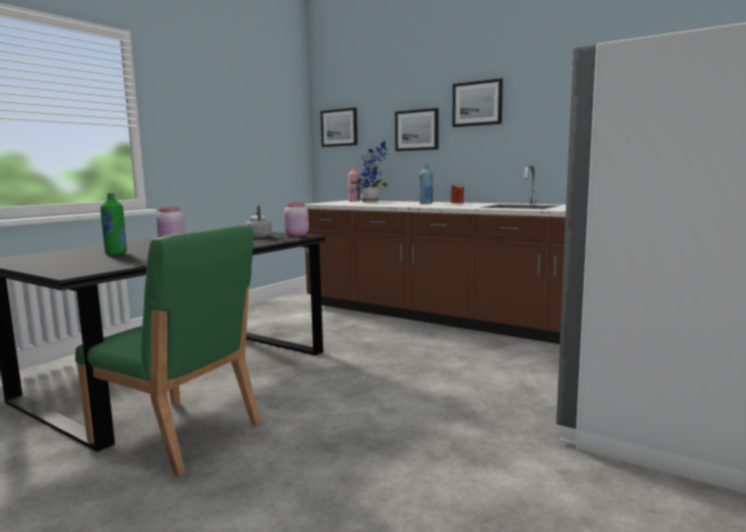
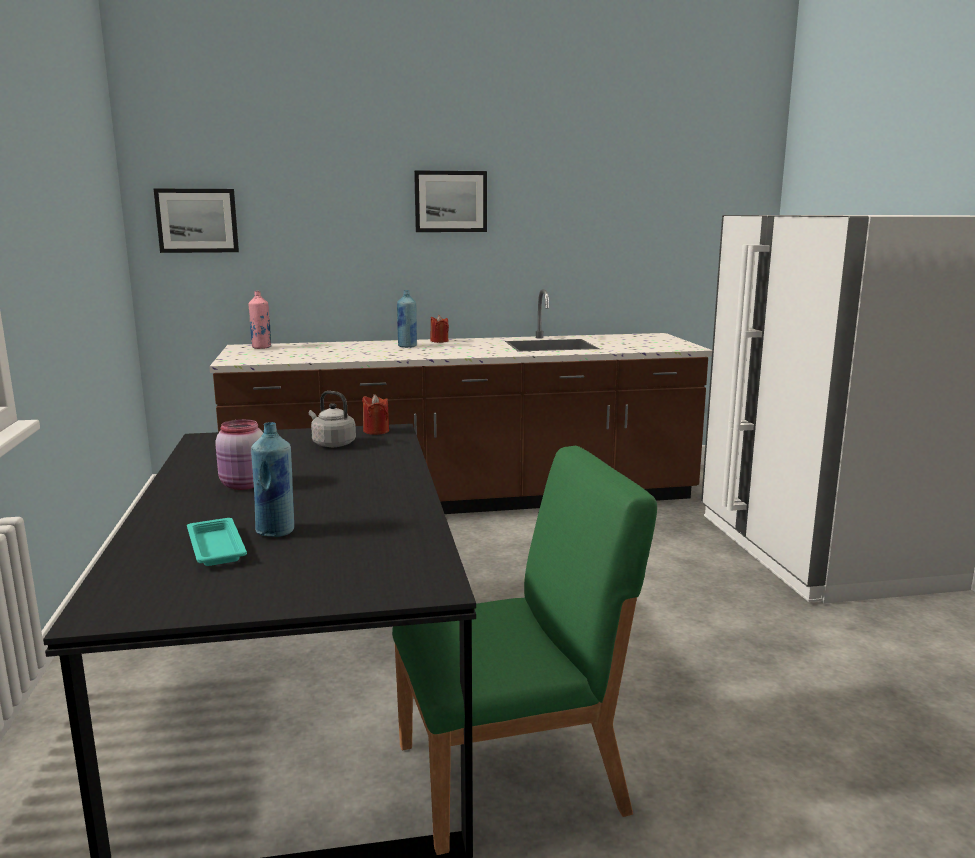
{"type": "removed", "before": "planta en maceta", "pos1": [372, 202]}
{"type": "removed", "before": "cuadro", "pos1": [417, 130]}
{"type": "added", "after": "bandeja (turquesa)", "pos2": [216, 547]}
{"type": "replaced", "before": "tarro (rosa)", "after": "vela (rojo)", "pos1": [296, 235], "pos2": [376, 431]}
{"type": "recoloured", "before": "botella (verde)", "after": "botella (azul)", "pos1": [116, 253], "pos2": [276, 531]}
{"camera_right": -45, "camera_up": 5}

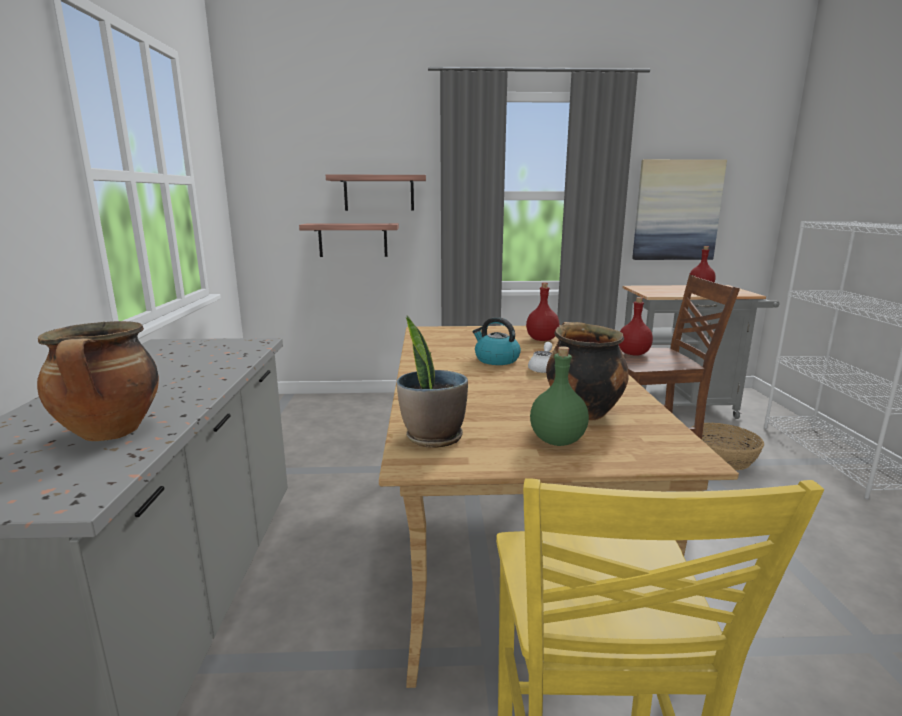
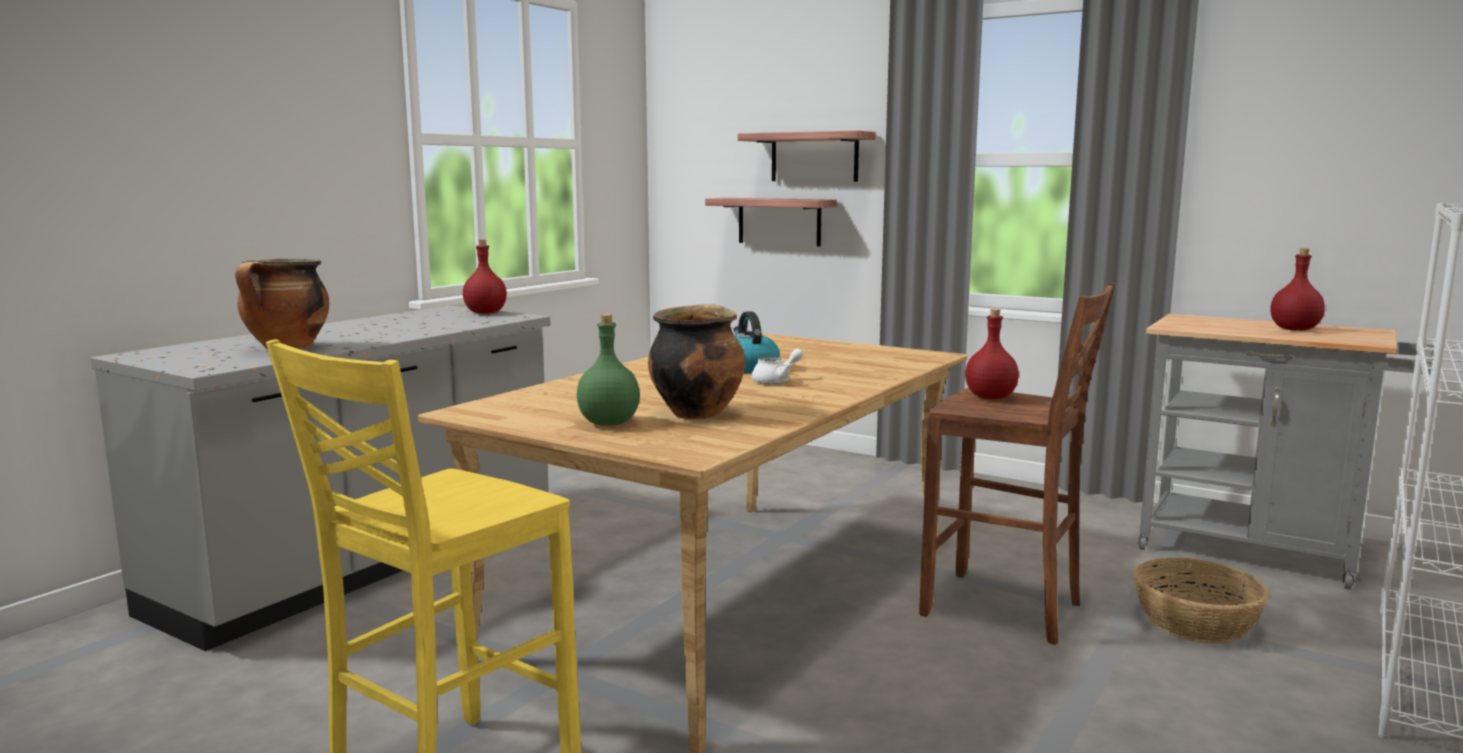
{"type": "removed", "before": "planta en maceta", "pos1": [432, 437]}
{"type": "removed", "before": "cuadro", "pos1": [677, 210]}
{"type": "moved", "before": "botella (rojo)", "pos1": [542, 339], "pos2": [486, 313]}
{"camera_right": 35, "camera_up": -5}

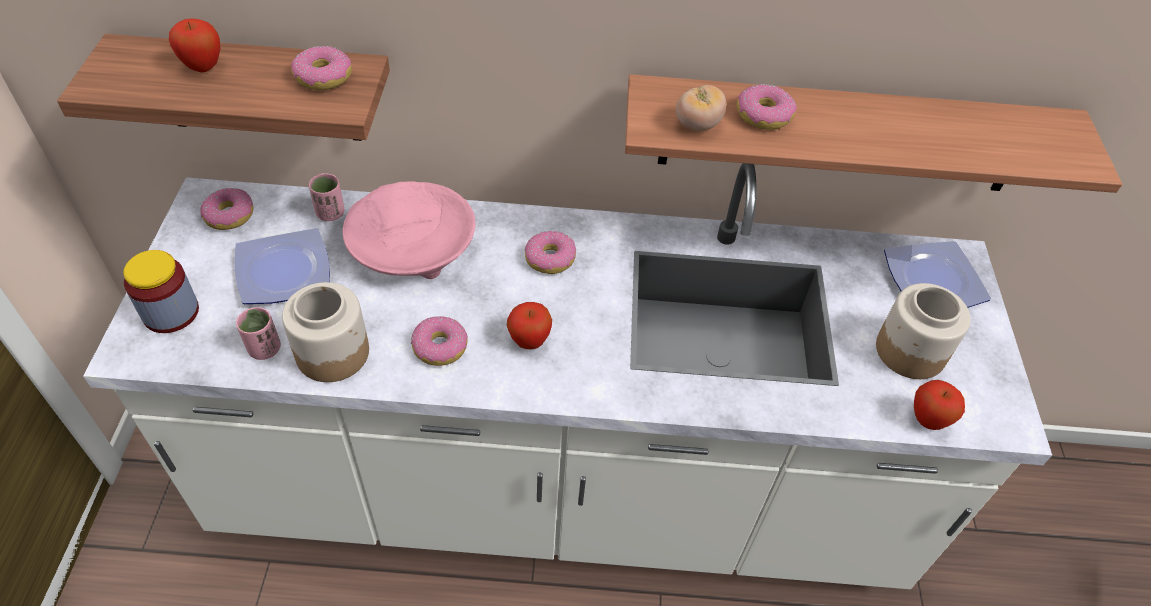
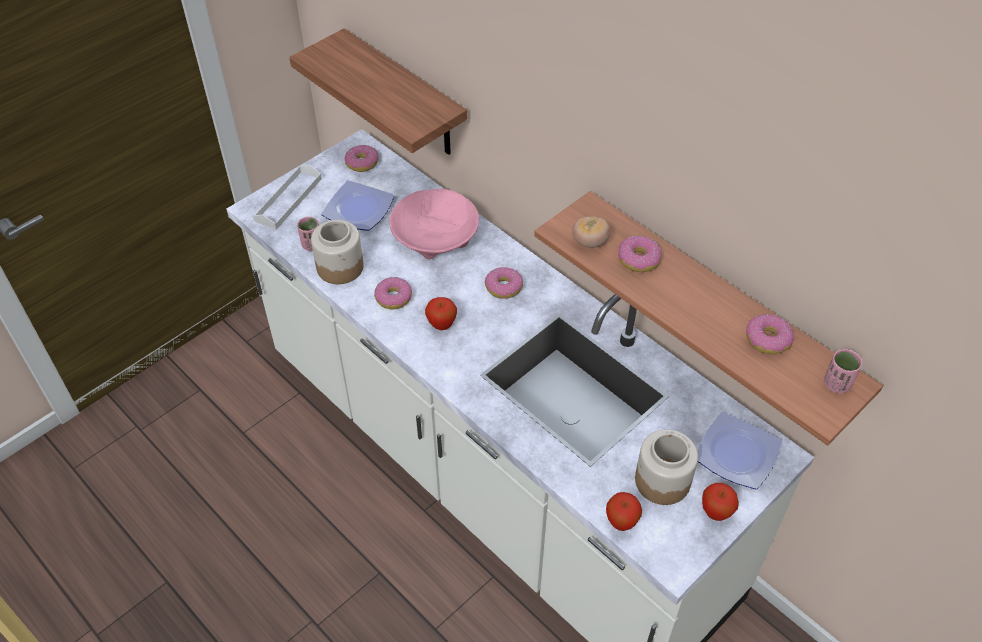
{"type": "moved", "before": "manzana", "pos1": [203, 67], "pos2": [716, 512]}
{"type": "moved", "before": "rosquilla", "pos1": [323, 77], "pos2": [767, 339]}
{"type": "moved", "before": "taza (rosa)", "pos1": [330, 213], "pos2": [837, 384]}
{"type": "replaced", "before": "tarro", "after": "bandeja (blanco)", "pos1": [171, 312], "pos2": [288, 200]}
{"camera_right": 45, "camera_up": 0}

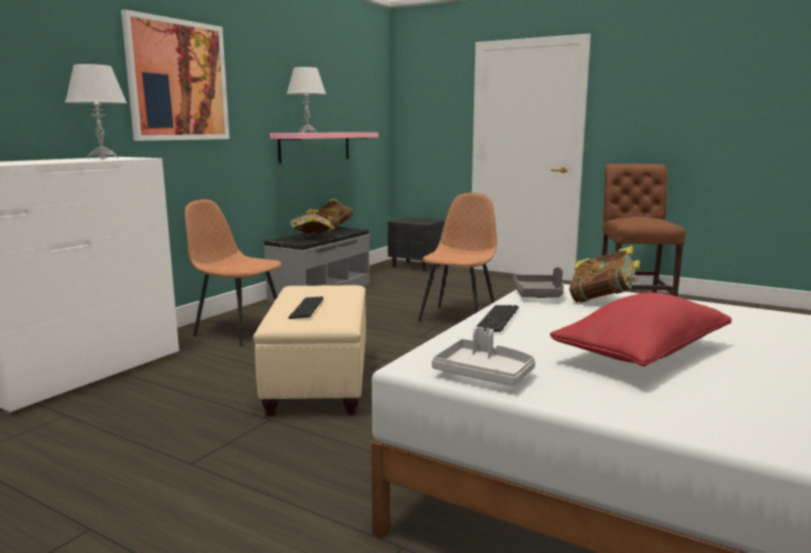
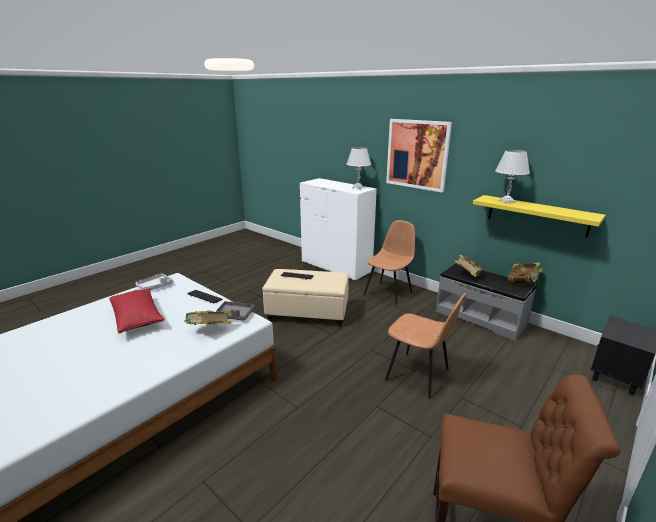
{"type": "recoloured", "before": "estante (rosa)", "after": "estante (amarillo)", "pos1": [315, 146], "pos2": [537, 215]}
{"camera_right": 100, "camera_up": 10}

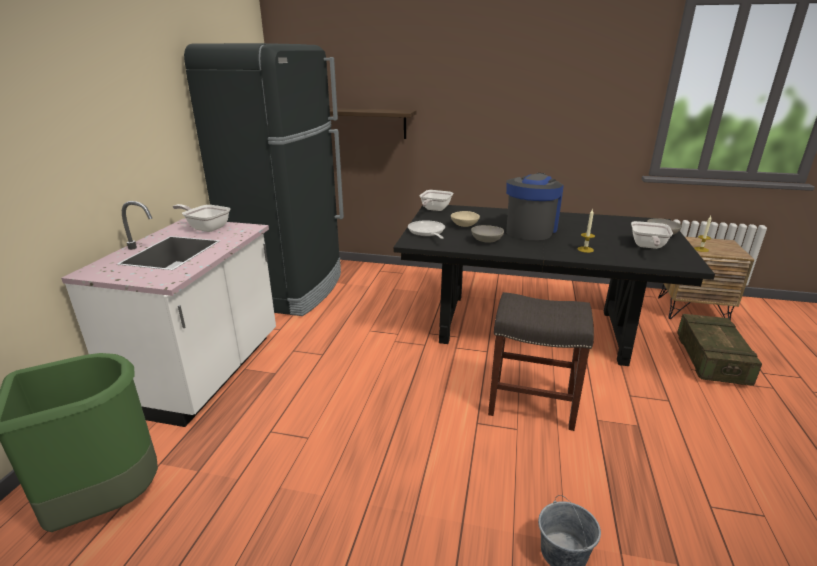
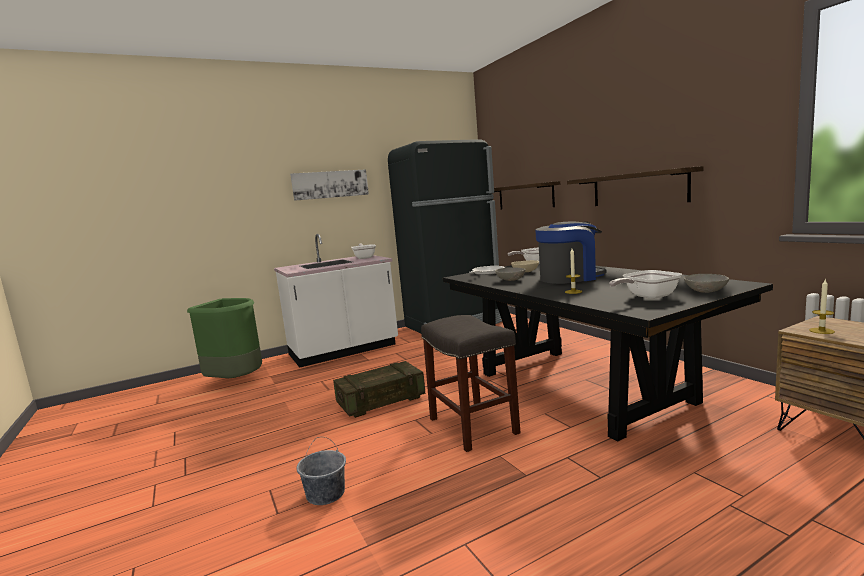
{"type": "added", "after": "cuadro", "pos2": [330, 184]}
{"type": "added", "after": "estante", "pos2": [638, 188]}
{"type": "moved", "before": "caja de embalaje", "pos1": [711, 360], "pos2": [381, 401]}
{"camera_right": 50, "camera_up": -15}

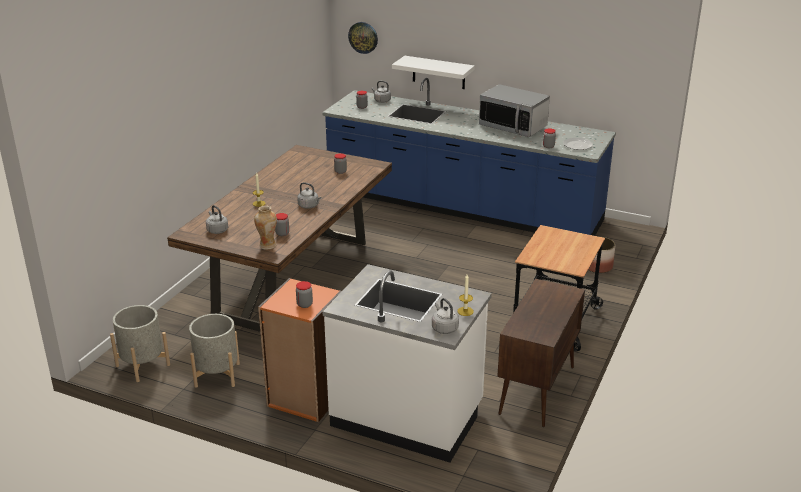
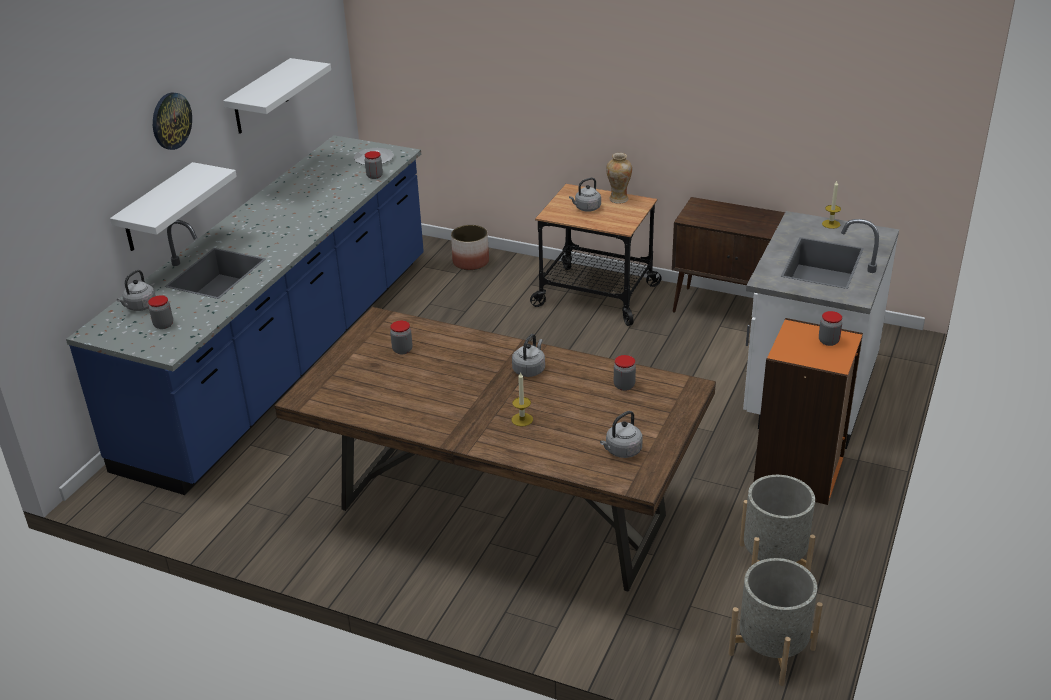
{"type": "removed", "before": "microondas", "pos1": [513, 127]}
{"type": "added", "after": "estante (blanco)", "pos2": [260, 97]}
{"type": "moved", "before": "florero", "pos1": [267, 245], "pos2": [618, 199]}
{"type": "moved", "before": "reloj de pared", "pos1": [363, 37], "pos2": [171, 121]}
{"type": "moved", "before": "hervidor (gris)", "pos1": [444, 328], "pos2": [586, 208]}
{"camera_right": -90, "camera_up": 5}

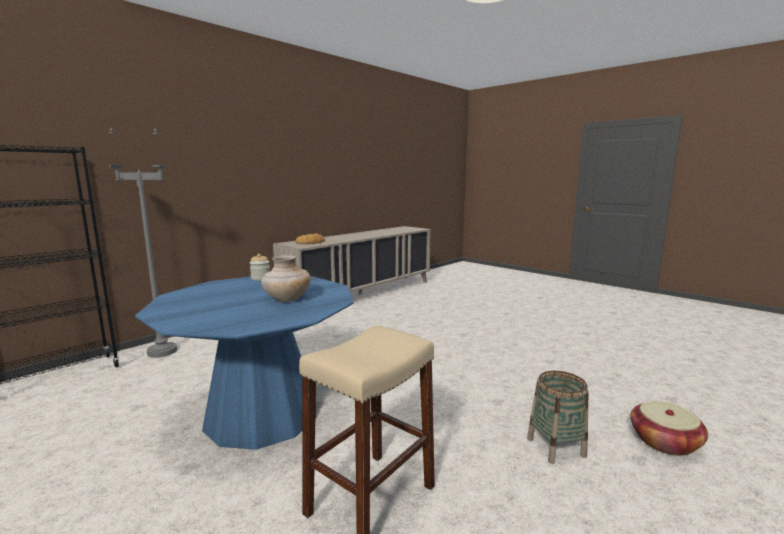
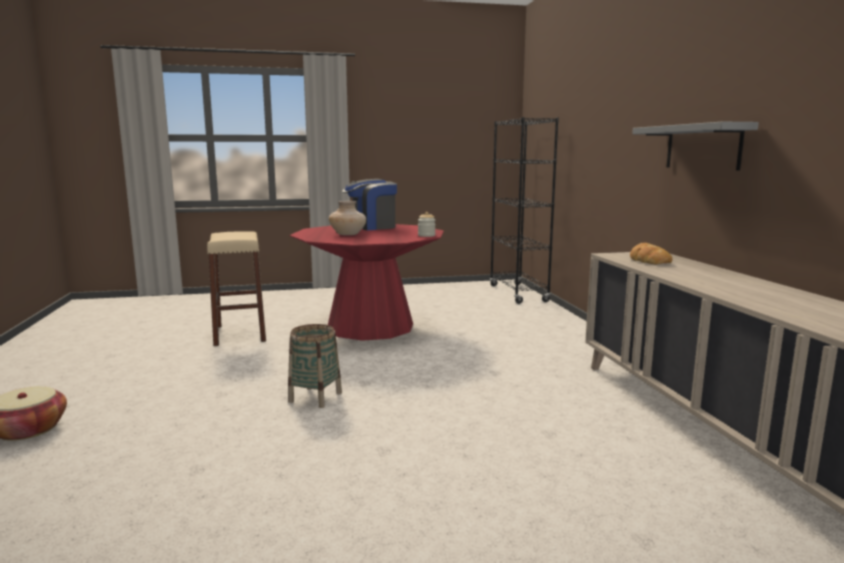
{"type": "removed", "before": "lámpara de pie (gris)", "pos1": [162, 352]}
{"type": "added", "after": "cafetera", "pos2": [370, 227]}
{"type": "added", "after": "estante (gris)", "pos2": [702, 147]}
{"type": "moved", "before": "cesta", "pos1": [556, 447], "pos2": [315, 397]}
{"type": "recoloured", "before": "mesa de comedor (azul)", "after": "mesa de comedor (rojo)", "pos1": [262, 414], "pos2": [370, 326]}
{"camera_right": 125, "camera_up": 0}

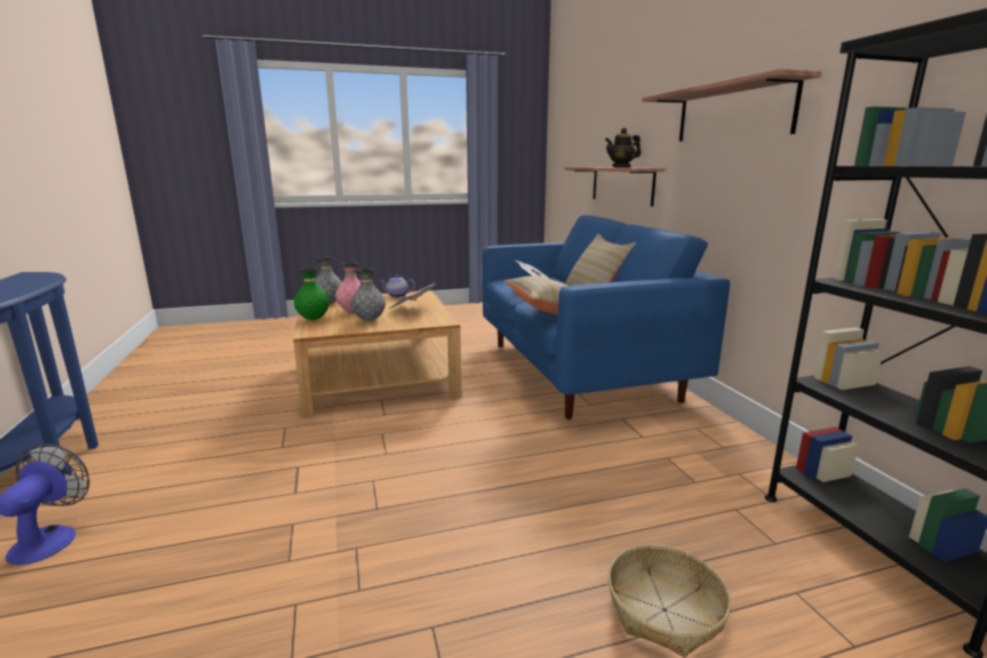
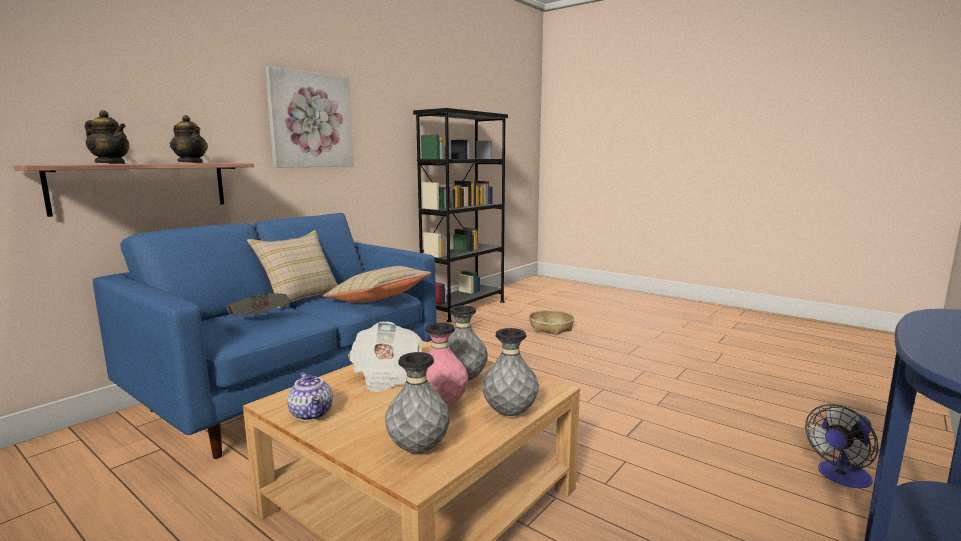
{"type": "added", "after": "tetera", "pos2": [111, 164]}
{"type": "replaced", "before": "estante", "after": "cuadro", "pos1": [732, 113], "pos2": [310, 120]}
{"type": "recoloured", "before": "florero (verde)", "after": "florero (gris)", "pos1": [313, 319], "pos2": [510, 413]}
{"camera_right": -125, "camera_up": -5}

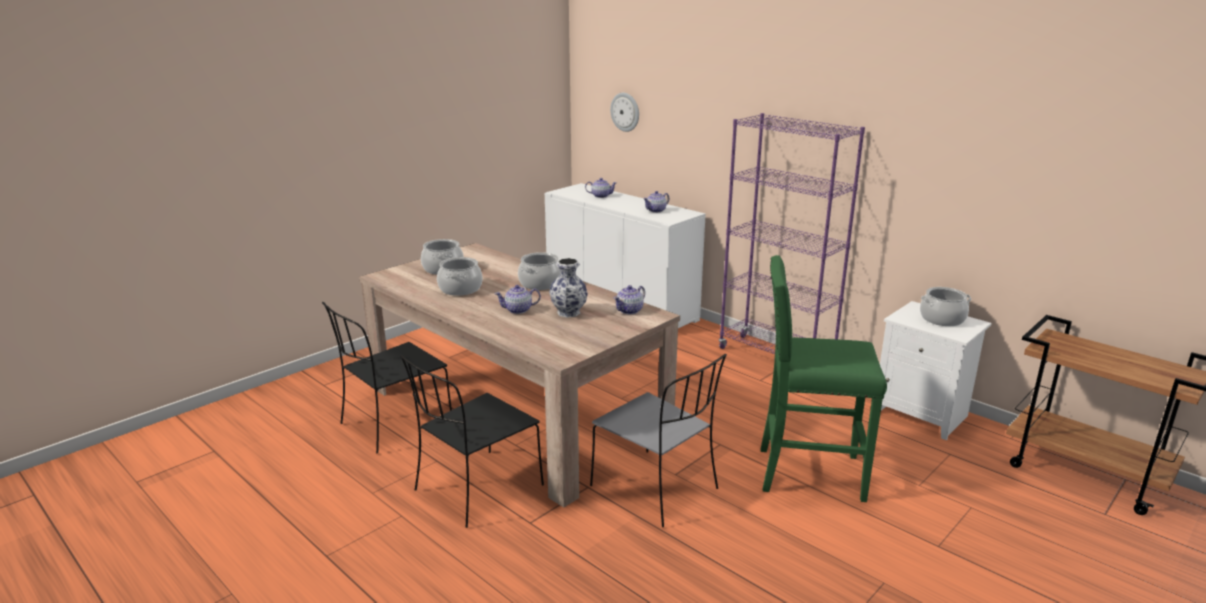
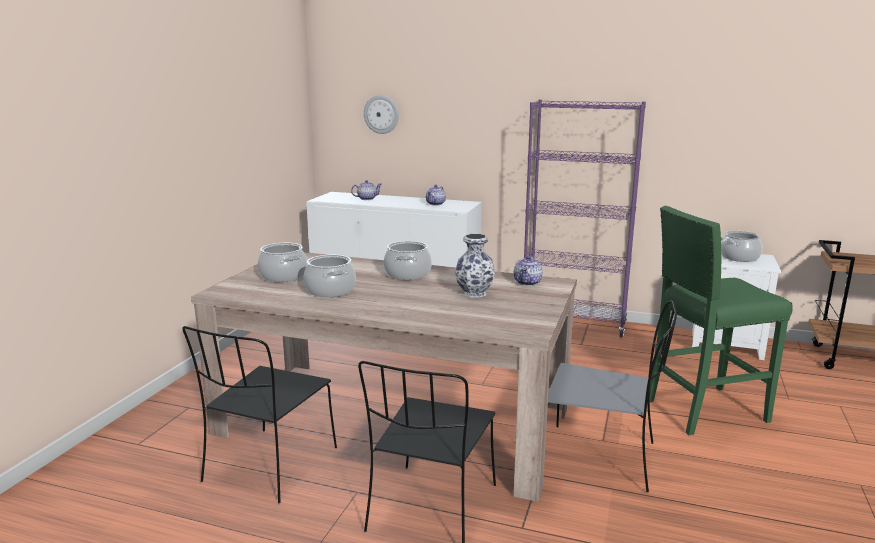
{"type": "removed", "before": "tetera", "pos1": [518, 310]}
{"camera_right": -25, "camera_up": -5}

